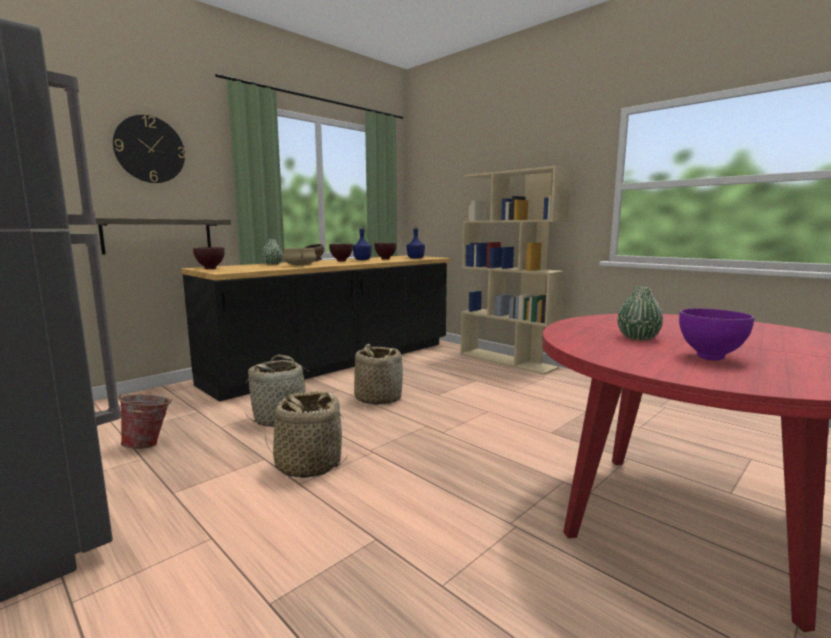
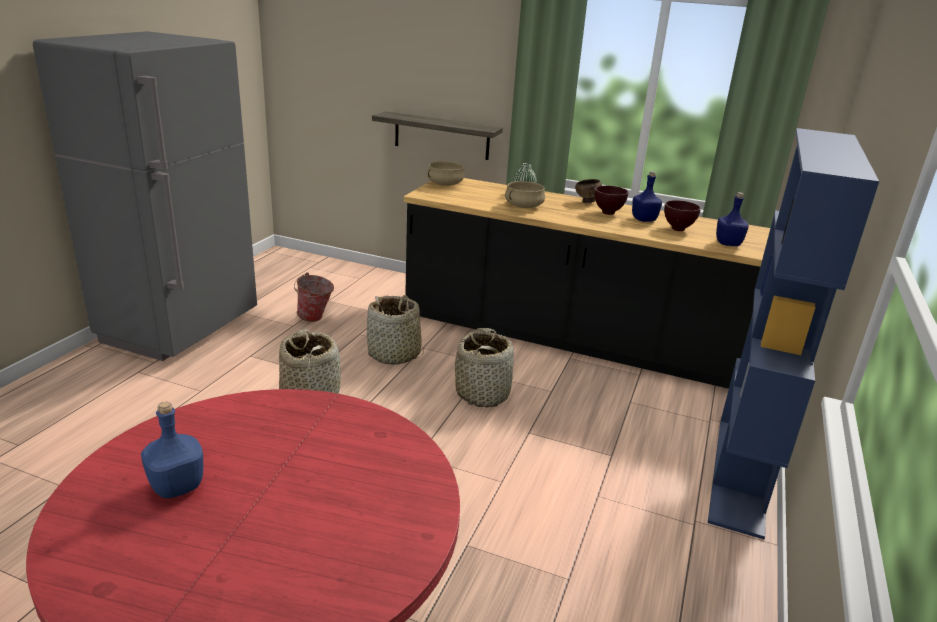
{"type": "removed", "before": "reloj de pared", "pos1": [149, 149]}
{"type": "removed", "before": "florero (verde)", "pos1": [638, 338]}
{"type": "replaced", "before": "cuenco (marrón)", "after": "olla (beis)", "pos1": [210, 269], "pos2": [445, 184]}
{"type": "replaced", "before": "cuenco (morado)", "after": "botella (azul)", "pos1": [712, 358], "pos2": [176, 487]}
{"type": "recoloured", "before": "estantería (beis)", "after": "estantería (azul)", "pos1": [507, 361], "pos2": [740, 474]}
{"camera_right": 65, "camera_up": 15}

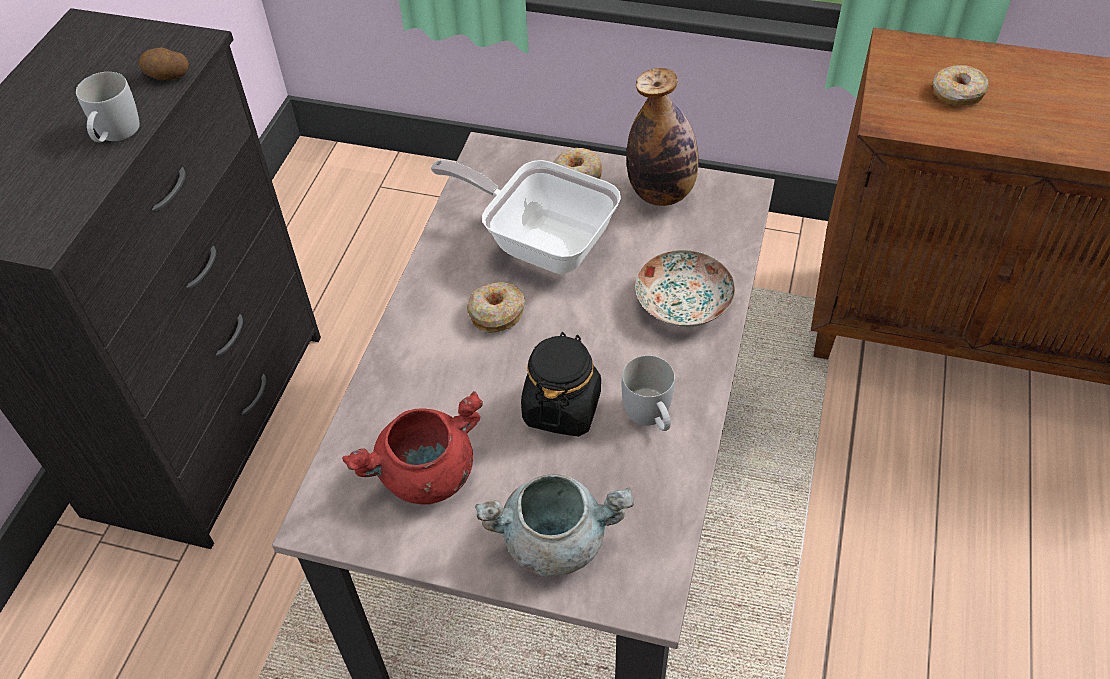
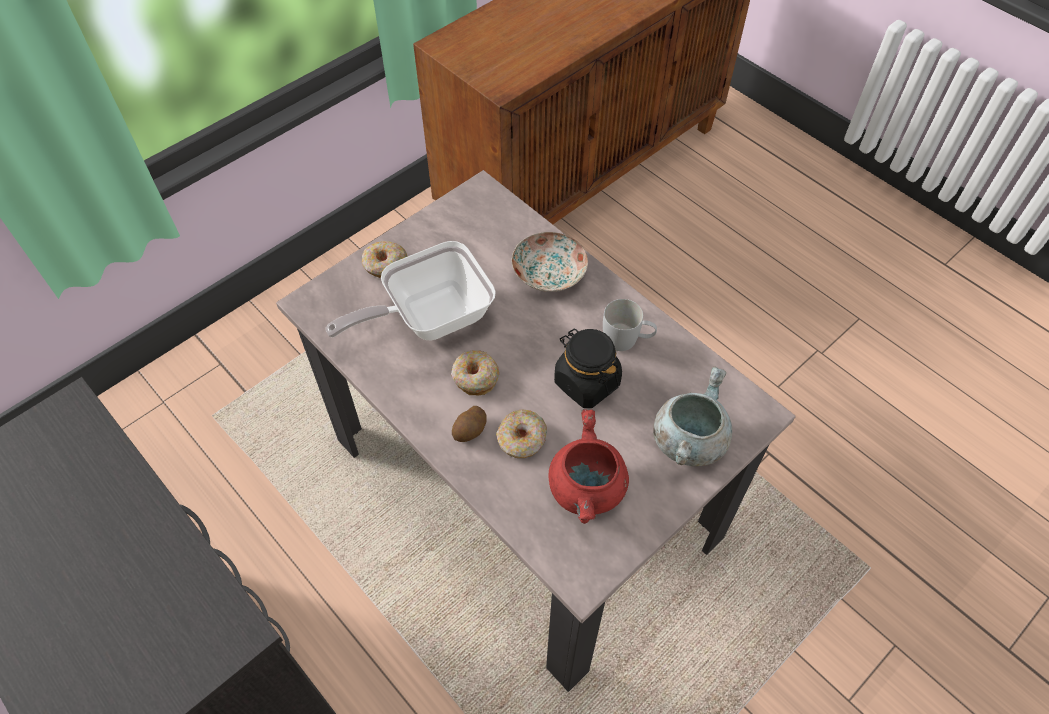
{"type": "removed", "before": "taza grande (blanco)", "pos1": [115, 135]}
{"type": "removed", "before": "botella", "pos1": [661, 193]}
{"type": "moved", "before": "patata", "pos1": [167, 76], "pos2": [470, 430]}
{"type": "moved", "before": "rosquilla", "pos1": [957, 93], "pos2": [522, 439]}
{"camera_right": -60, "camera_up": 5}

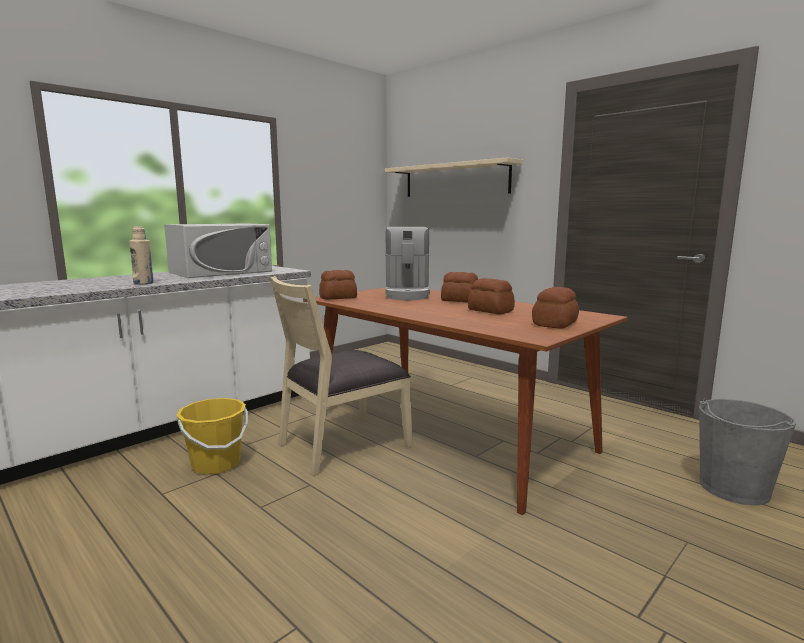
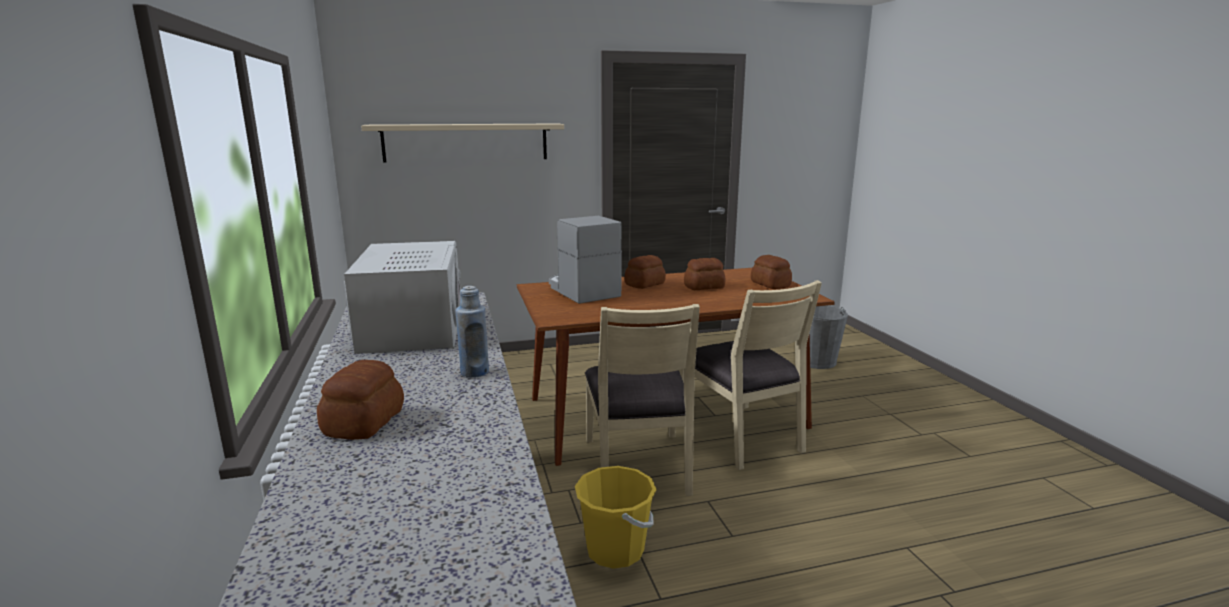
{"type": "added", "after": "silla (beis)", "pos2": [740, 436]}
{"type": "moved", "before": "pan", "pos1": [338, 297], "pos2": [365, 422]}
{"type": "recoloured", "before": "botella (beis)", "after": "botella (azul)", "pos1": [143, 283], "pos2": [474, 372]}
{"type": "turned", "before": "cafetera", "pos1": [407, 294], "pos2": [582, 291], "turn": -150}
{"camera_right": -60, "camera_up": 5}

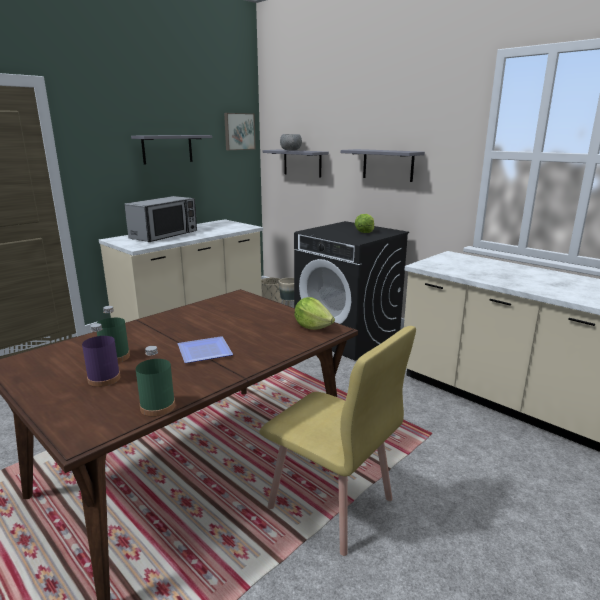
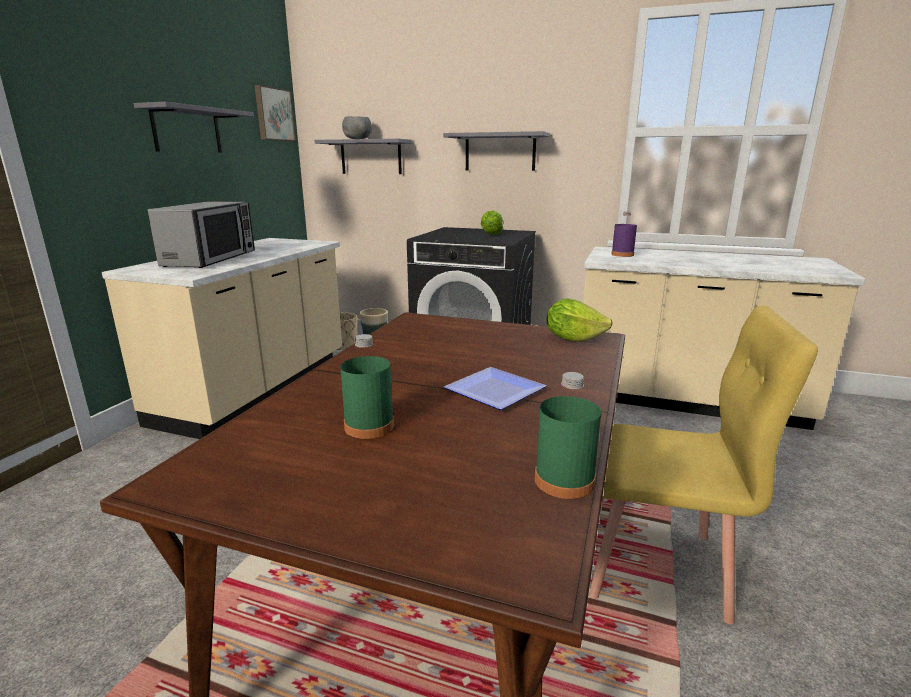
{"type": "moved", "before": "botella (morado)", "pos1": [104, 379], "pos2": [622, 254]}
{"camera_right": -25, "camera_up": 0}

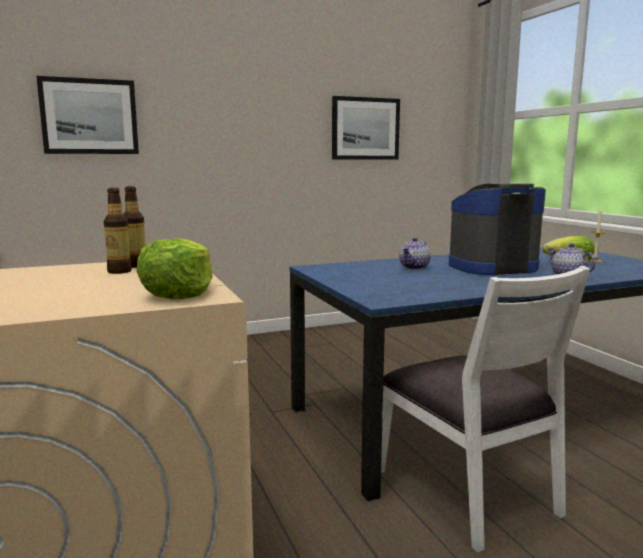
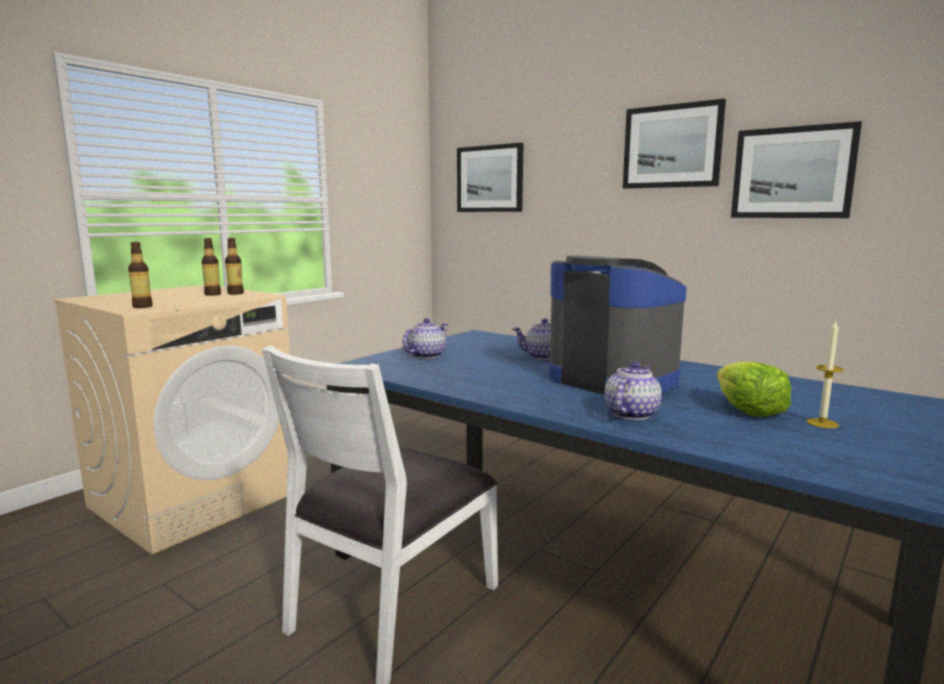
{"type": "added", "after": "tetera", "pos2": [426, 355]}
{"type": "added", "after": "cuadro", "pos2": [672, 146]}
{"type": "replaced", "before": "lechuga", "after": "botella", "pos1": [179, 294], "pos2": [142, 306]}
{"camera_right": 60, "camera_up": 0}

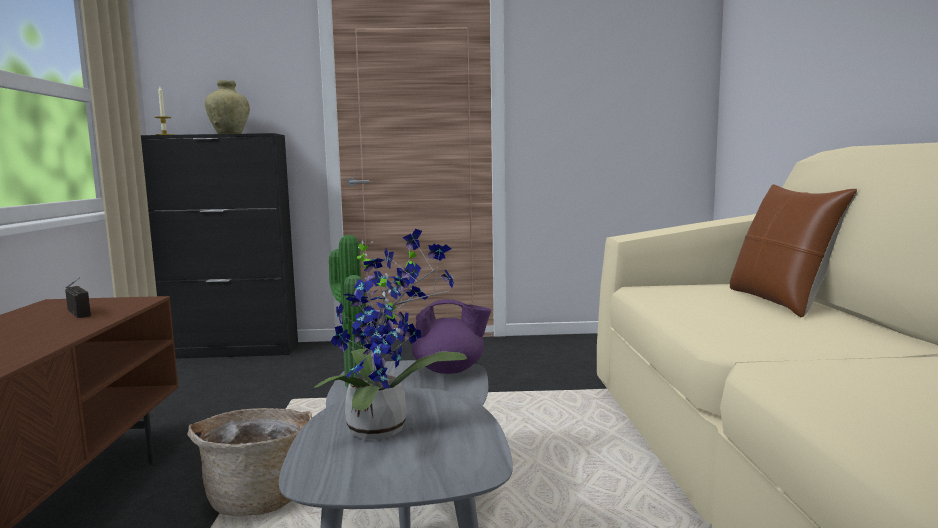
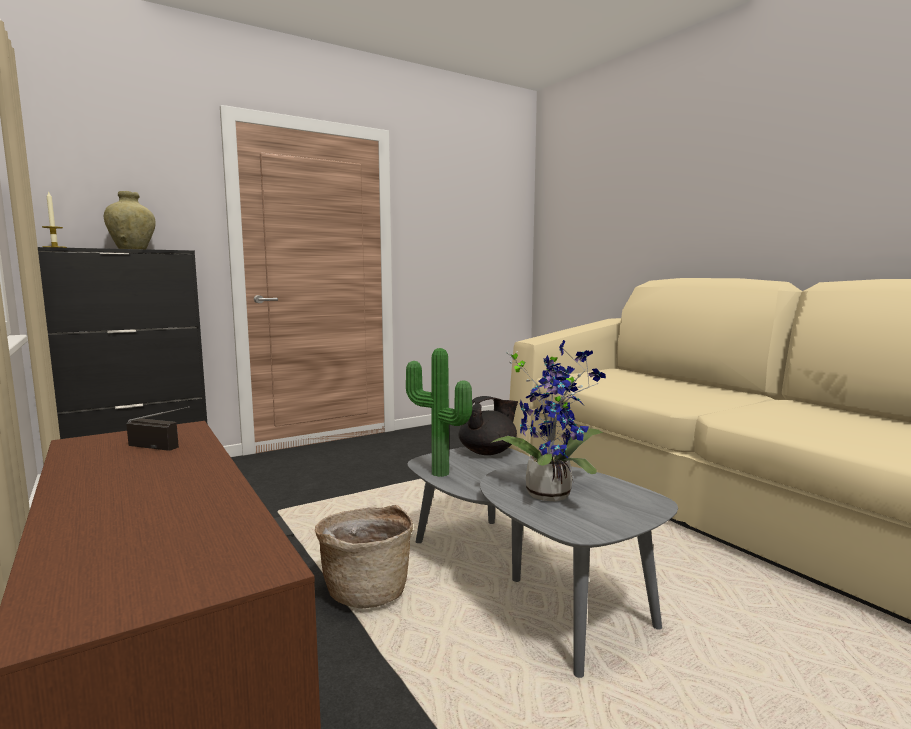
{"type": "removed", "before": "cojín (marrón)", "pos1": [781, 302]}
{"type": "recoloured", "before": "tetera (morado)", "after": "tetera (negro)", "pos1": [450, 370], "pos2": [488, 452]}
{"camera_right": -30, "camera_up": 0}

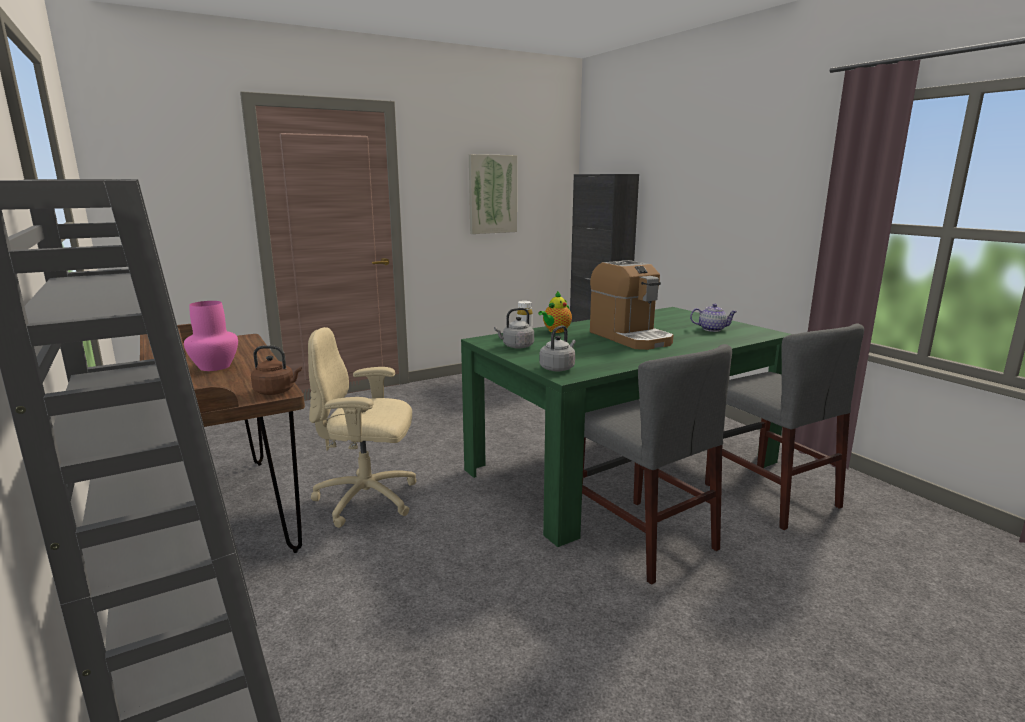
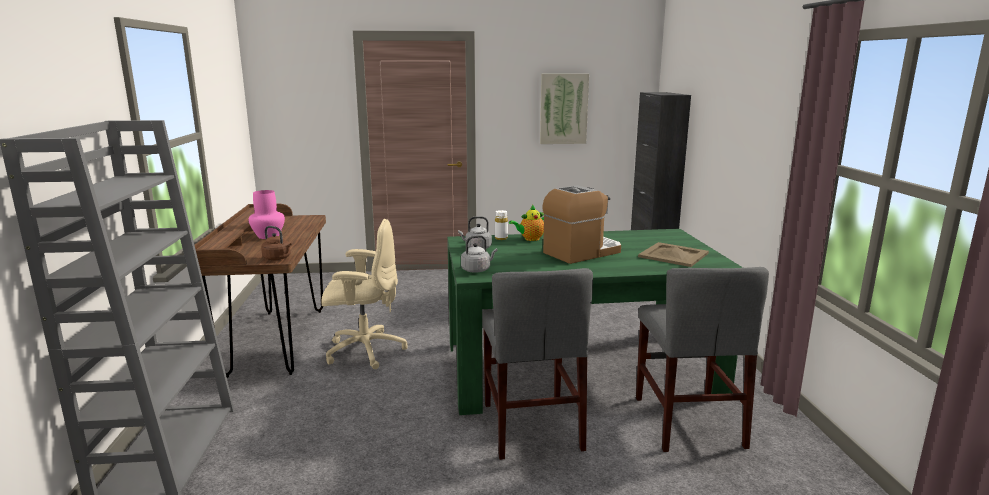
{"type": "replaced", "before": "tetera", "after": "bandeja (beis)", "pos1": [712, 329], "pos2": [673, 255]}
{"type": "turned", "before": "silla de oficina (beis)", "pos1": [368, 499], "pos2": [364, 351], "turn": 150}
{"type": "turned", "before": "cafetera", "pos1": [630, 337], "pos2": [582, 252], "turn": -120}
{"camera_right": 25, "camera_up": 0}

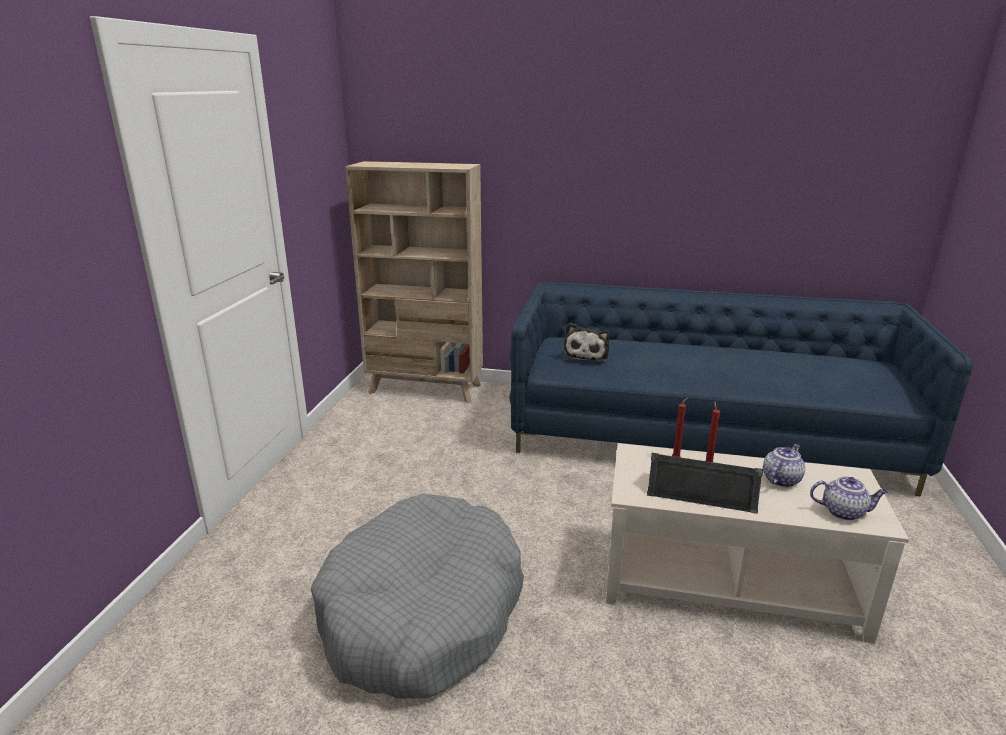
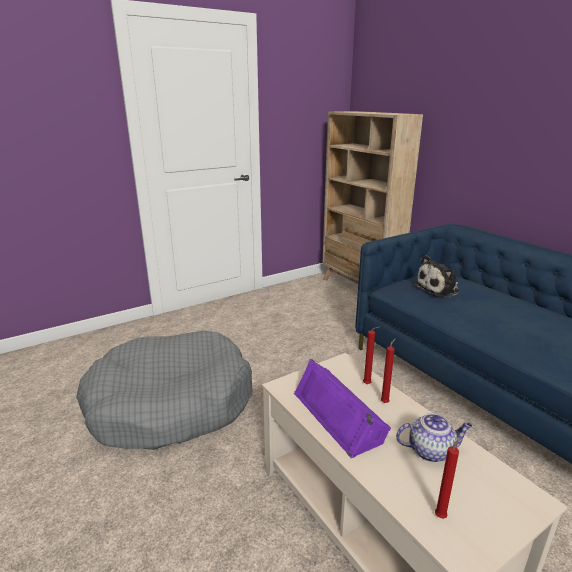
{"type": "replaced", "before": "tetera", "after": "vela (rojo)", "pos1": [844, 512], "pos2": [441, 516]}
{"type": "recoloured", "before": "altavoz (negro)", "after": "altavoz (morado)", "pos1": [701, 491], "pos2": [339, 415]}
{"camera_right": 45, "camera_up": 0}

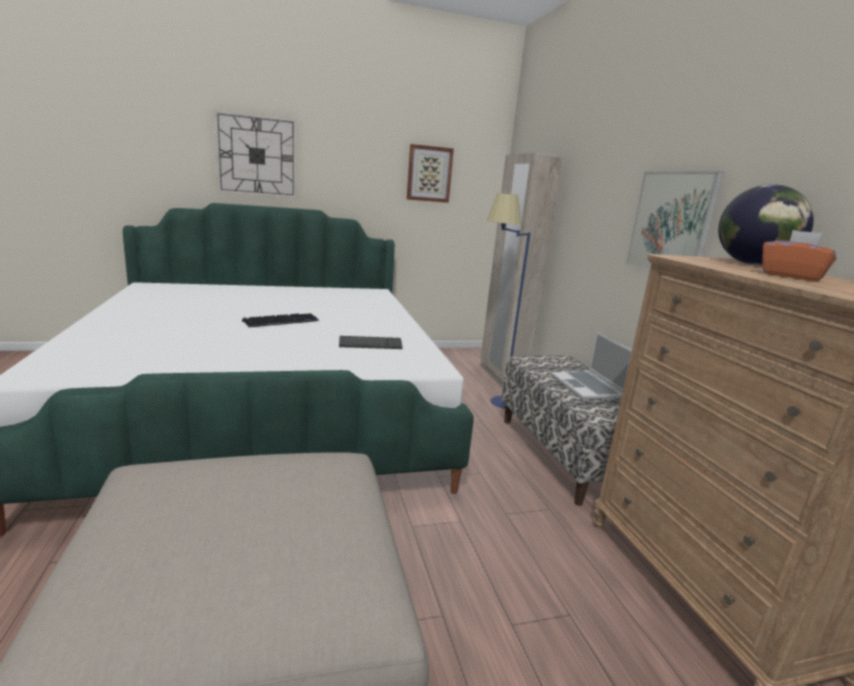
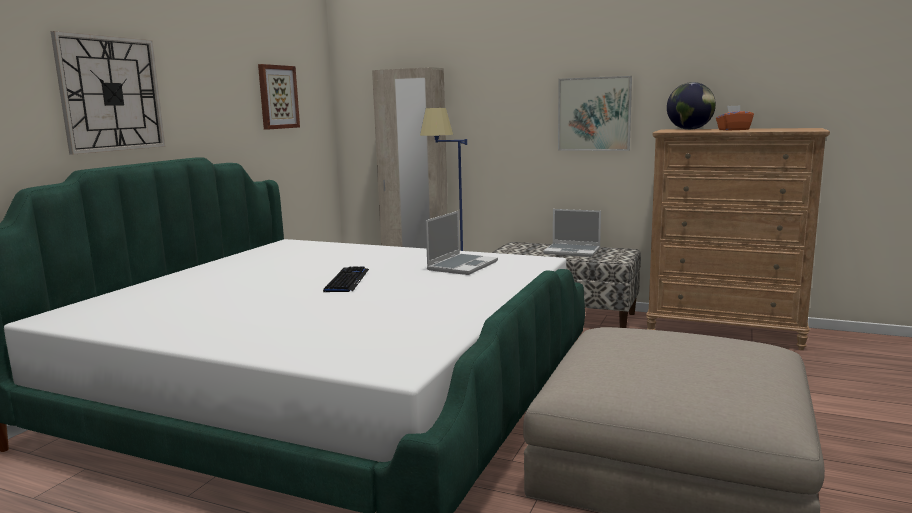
{"type": "replaced", "before": "teclado", "after": "portátil", "pos1": [370, 344], "pos2": [462, 265]}
{"camera_right": -50, "camera_up": -5}

